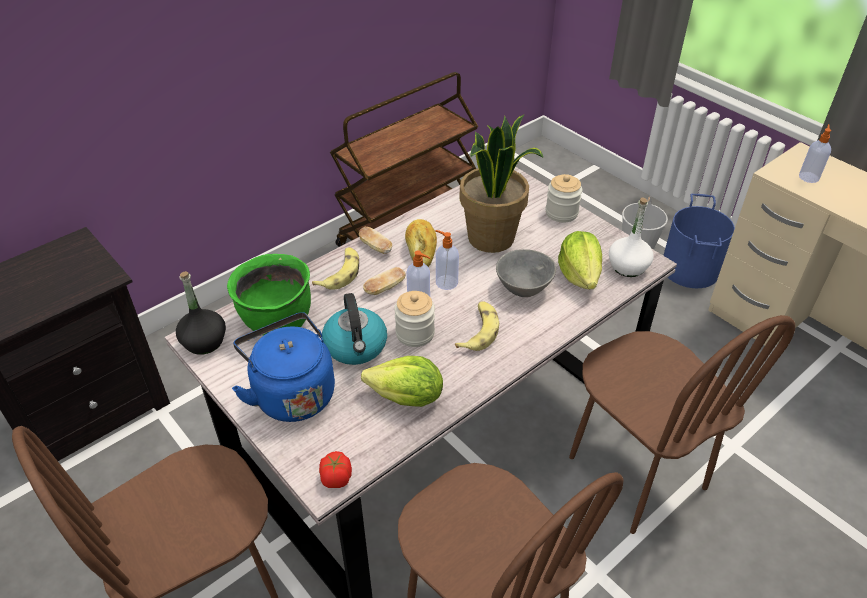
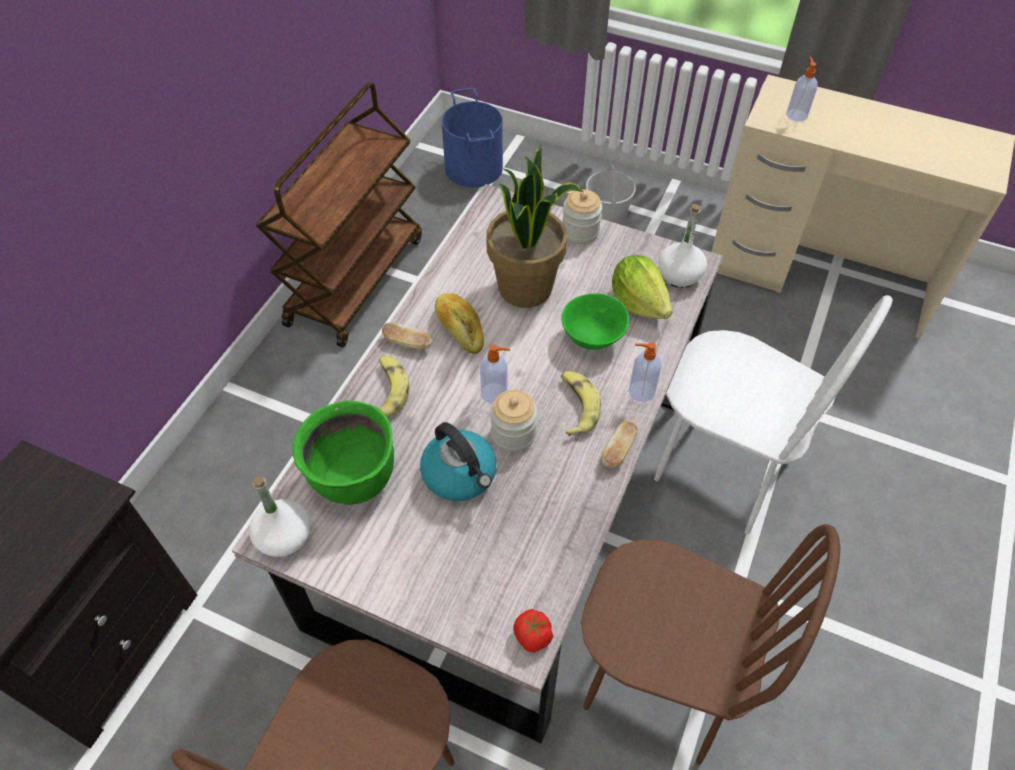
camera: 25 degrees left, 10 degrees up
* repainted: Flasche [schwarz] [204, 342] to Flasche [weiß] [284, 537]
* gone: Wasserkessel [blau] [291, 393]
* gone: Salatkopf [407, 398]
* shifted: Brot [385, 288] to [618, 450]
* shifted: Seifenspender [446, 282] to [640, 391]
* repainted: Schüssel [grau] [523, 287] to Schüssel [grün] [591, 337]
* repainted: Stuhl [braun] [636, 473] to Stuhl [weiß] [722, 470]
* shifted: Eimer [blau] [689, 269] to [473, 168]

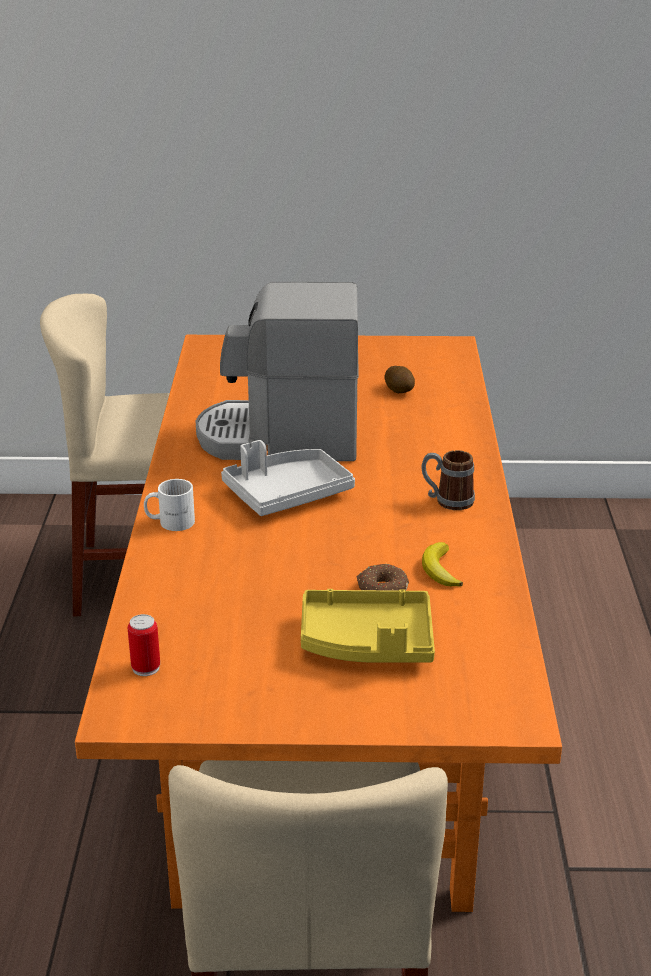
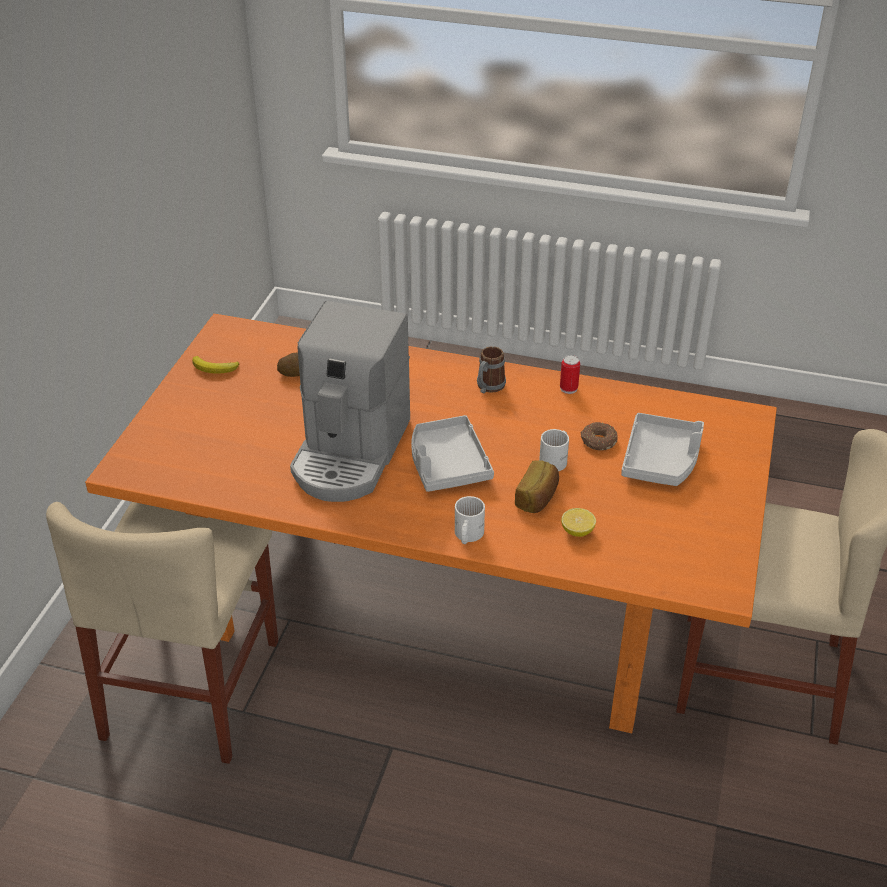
camera: 75 degrees left, 10 degrees up
* shifted: Dose [146, 667] to [568, 388]
* repainted: Tablett [gelb] [367, 642] to Tablett [grau] [661, 460]
* shifted: Banane [440, 570] to [215, 368]
* new: Brot [538, 498]
* new: Henkelbecher [weiß] [556, 459]
* new: Zitrone [577, 531]

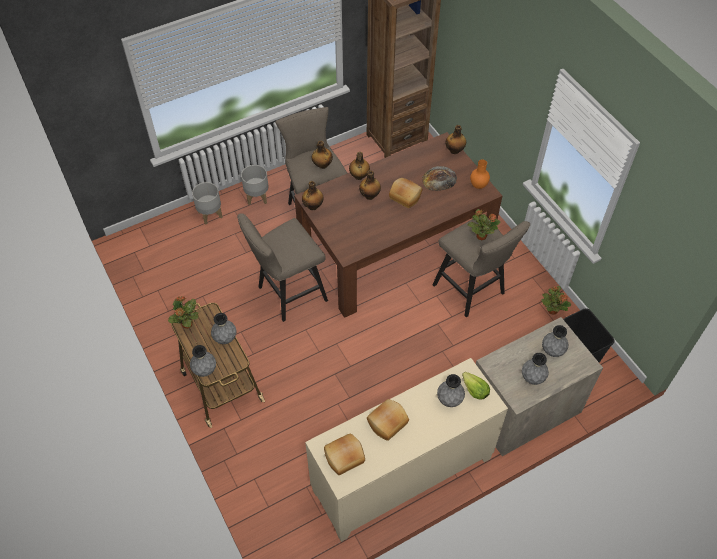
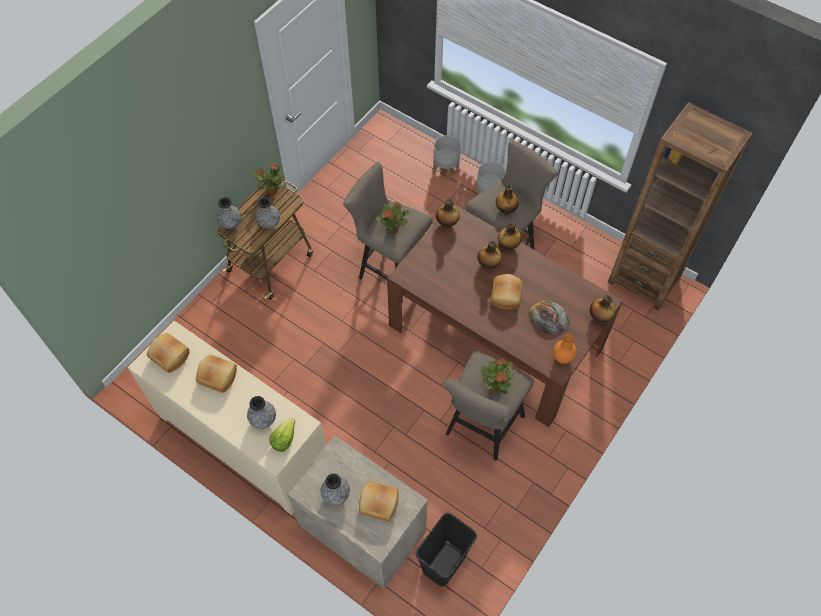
camera: 65 degrees right, 5 degrees up
* shifted: Topfpflanze [552, 310] to [393, 228]
* swapped: Vase [grau] [552, 351] to Brot [378, 504]

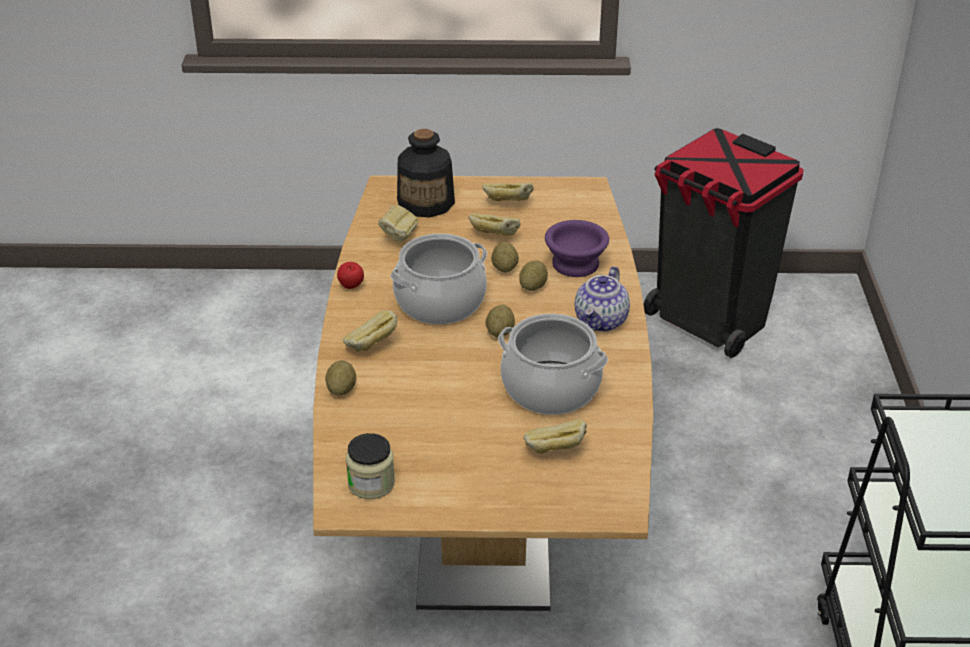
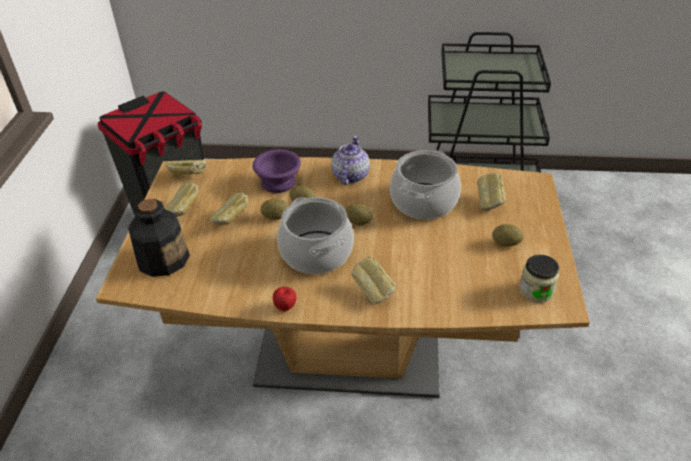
camera: 85 degrees left, 5 degrees up
* shifted: Kartoffel [341, 389] to [506, 243]
* shifted: Brot [399, 238] to [188, 177]
* rotated: Teekanne [601, 321] = [350, 175] 105 degrees counterclockwise

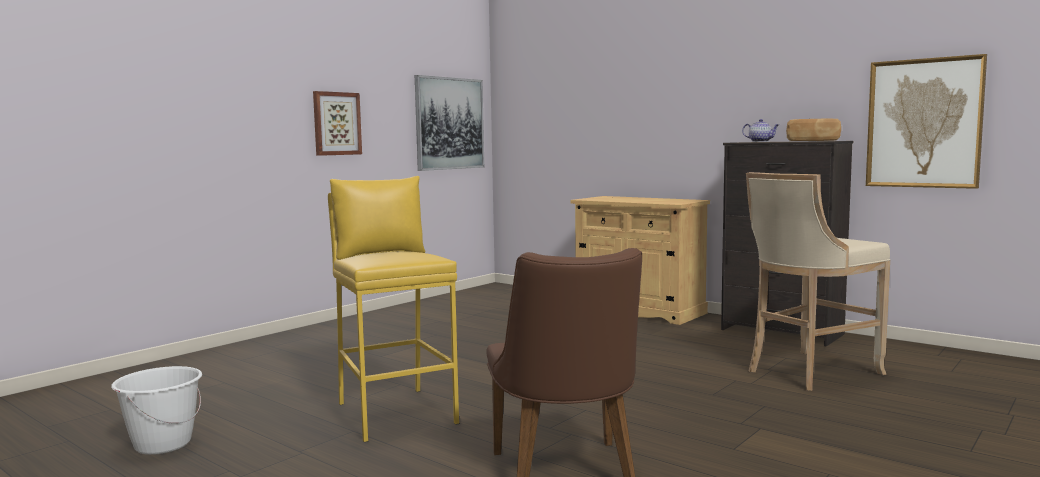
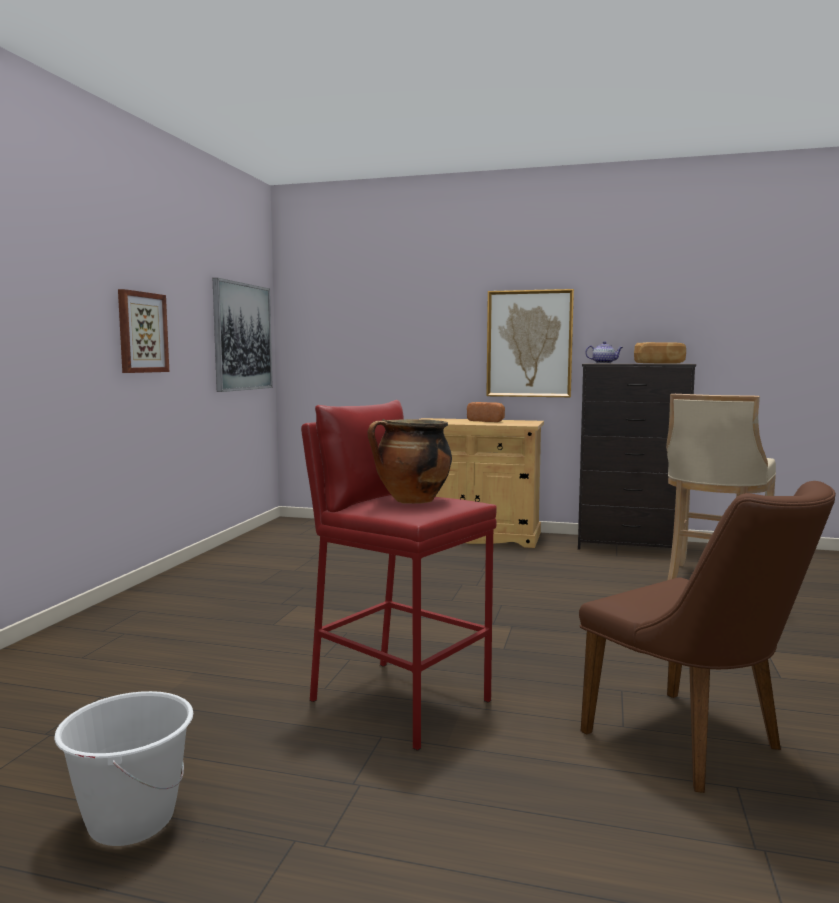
camera: 25 degrees left, 0 degrees up
* repainted: Hocker [gelb] [396, 413] to Hocker [rot] [399, 700]
* shifted: Bild [924, 123] to [529, 344]
* new: Kochtopf [411, 501]
* new: Brot [487, 421]

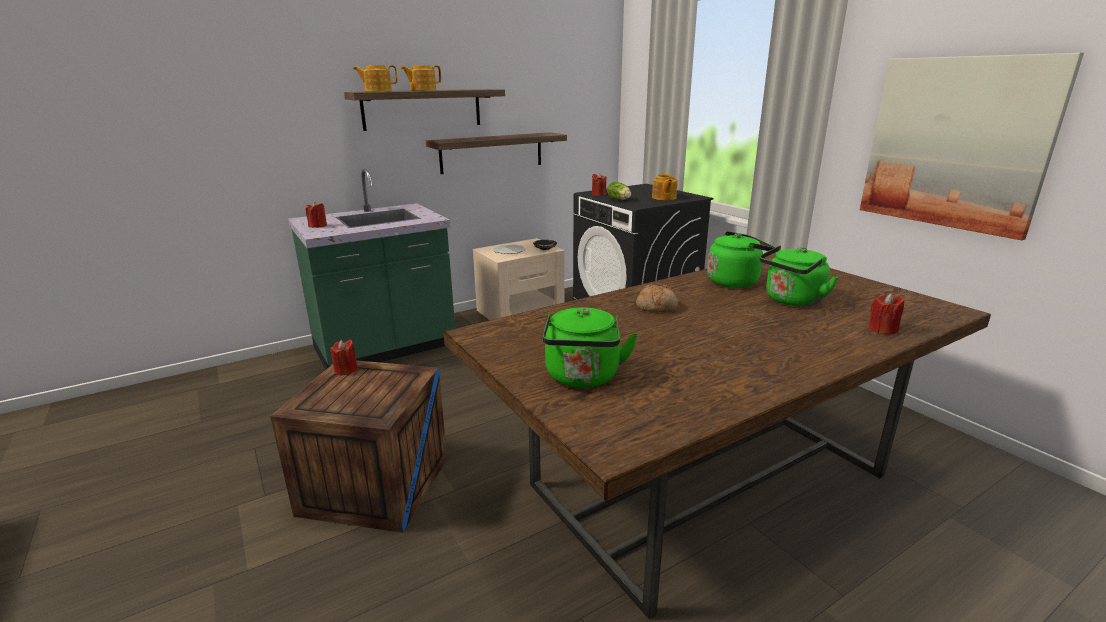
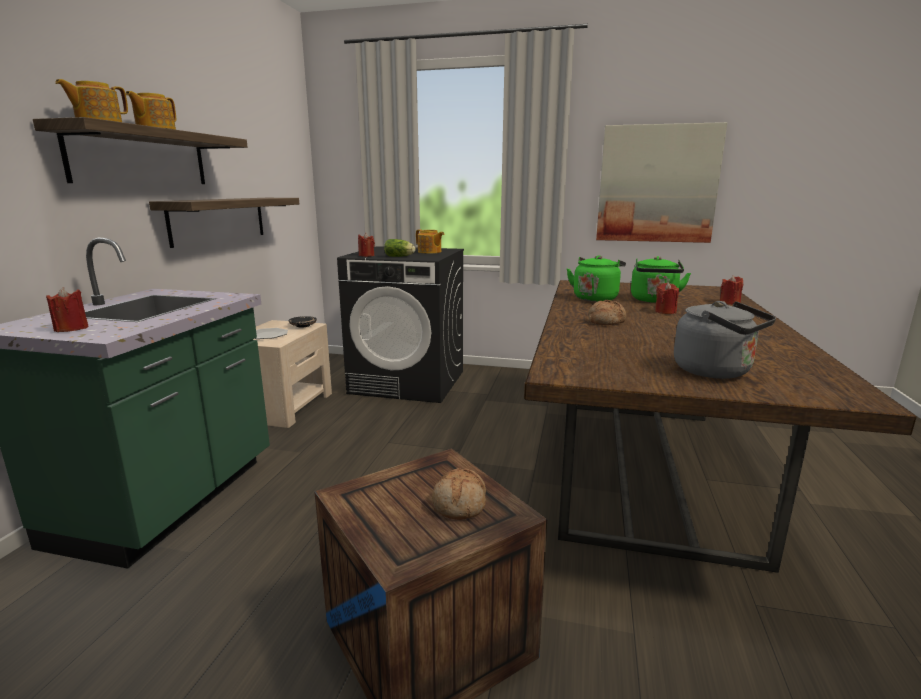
camera: 45 degrees left, 5 degrees down
* shifted: Kerze [rot] [346, 370] to [665, 312]
* repainted: Wasserkessel [grün] [583, 378] to Wasserkessel [grau] [716, 371]
* new: Brot [460, 504]

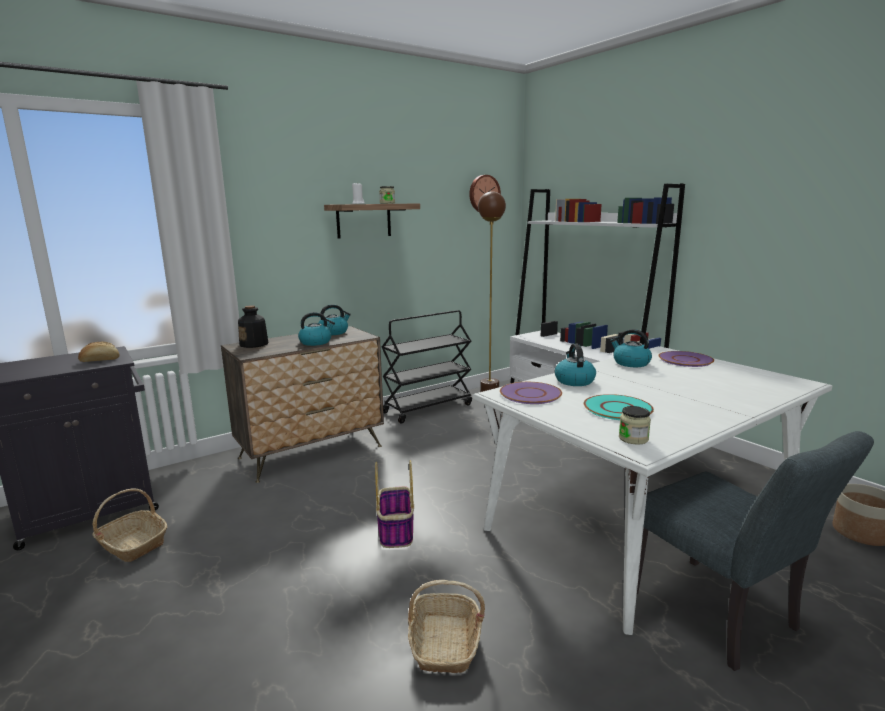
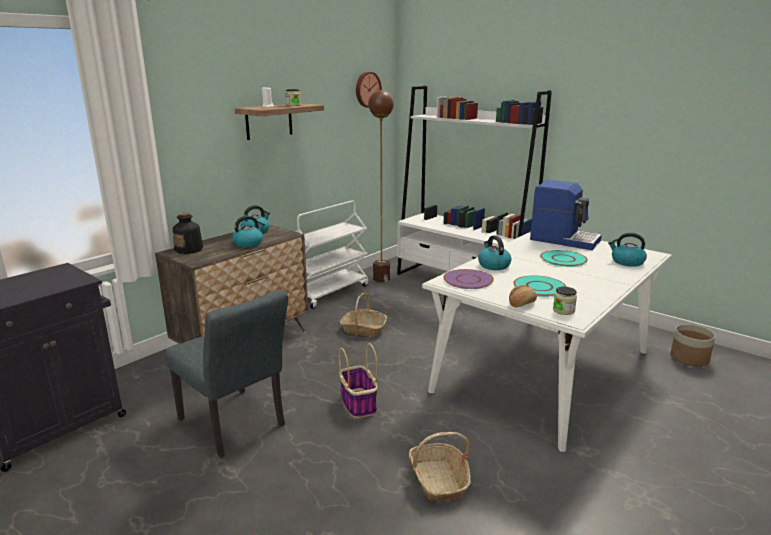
camera: 15 degrees left, 5 degrees up
* shifted: Brot [100, 360] to [521, 304]
* shifted: Korb [132, 544] to [363, 329]
* repainted: Rollwagen [schwarz] [428, 408] to Rollwagen [weiß] [330, 292]
* shifted: Wasserkessel [630, 363] to [627, 262]
* shifted: Stuhl [grau] [722, 618] to [236, 425]
* swapped: Teller [lila] [685, 360] to Kaffeemaschine [564, 240]
* new: Teller [türkis] [563, 259]

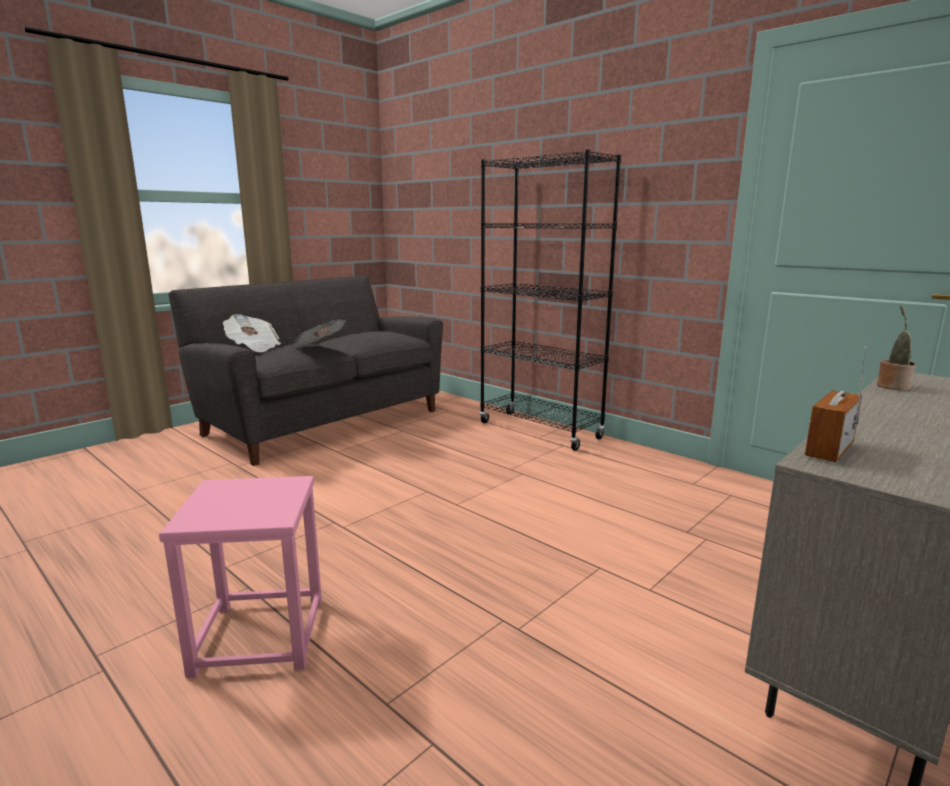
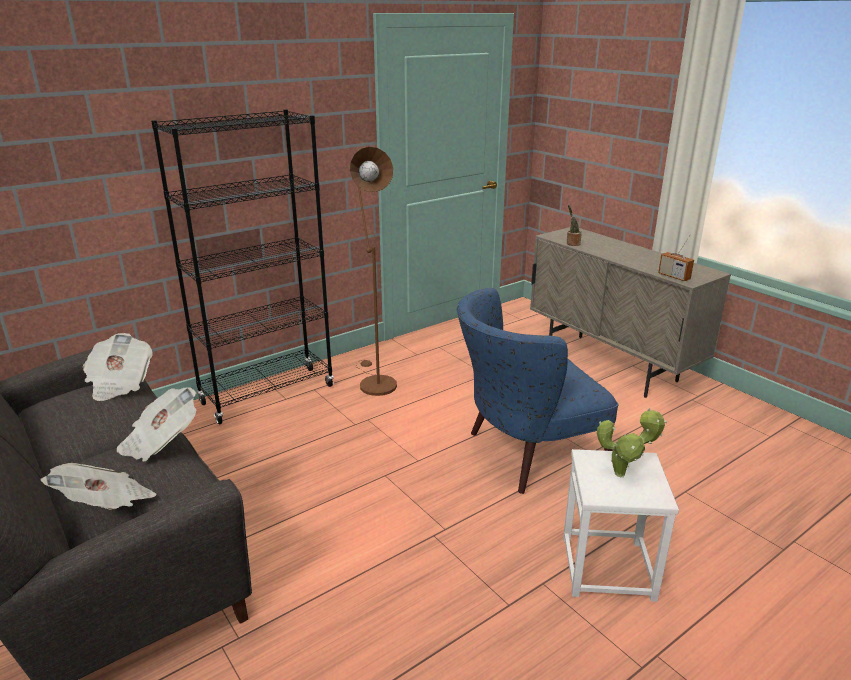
camera: 80 degrees left, 10 degrees up
* repainted: Hocker [rosa] [259, 637] to Hocker [weiß] [608, 568]
* new: Zeitung [119, 383]
* new: Stehlampe [braun] [374, 382]
* new: Sessel [blau] [524, 454]
* new: Topfpflanze [623, 474]

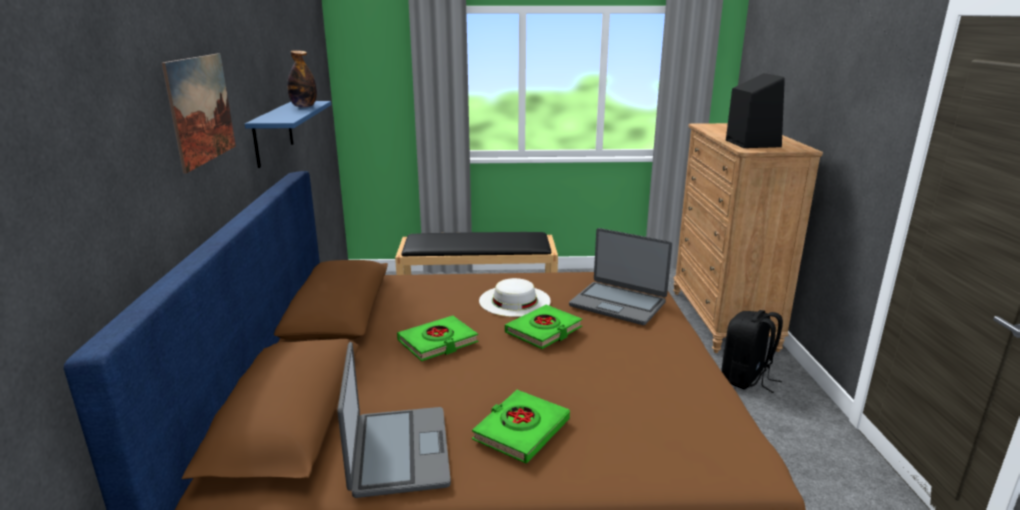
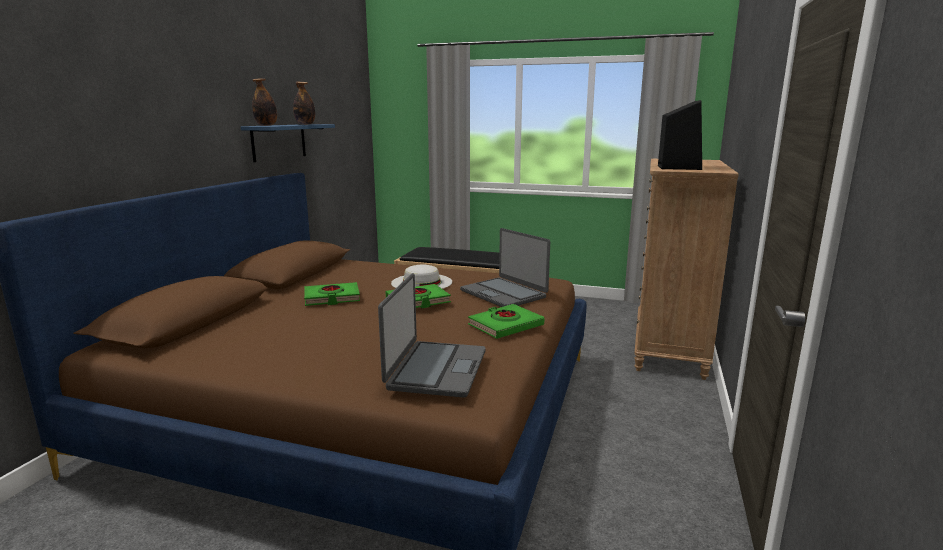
camera: 20 degrees right, 5 degrees down
* gone: Bild [201, 109]
* shifted: Laptop [398, 452] to [436, 369]
* shifted: Buch [grün] [521, 430] to [505, 326]
* gone: Rucksack [schwarz] [746, 379]
* new: Flasche [266, 125]

